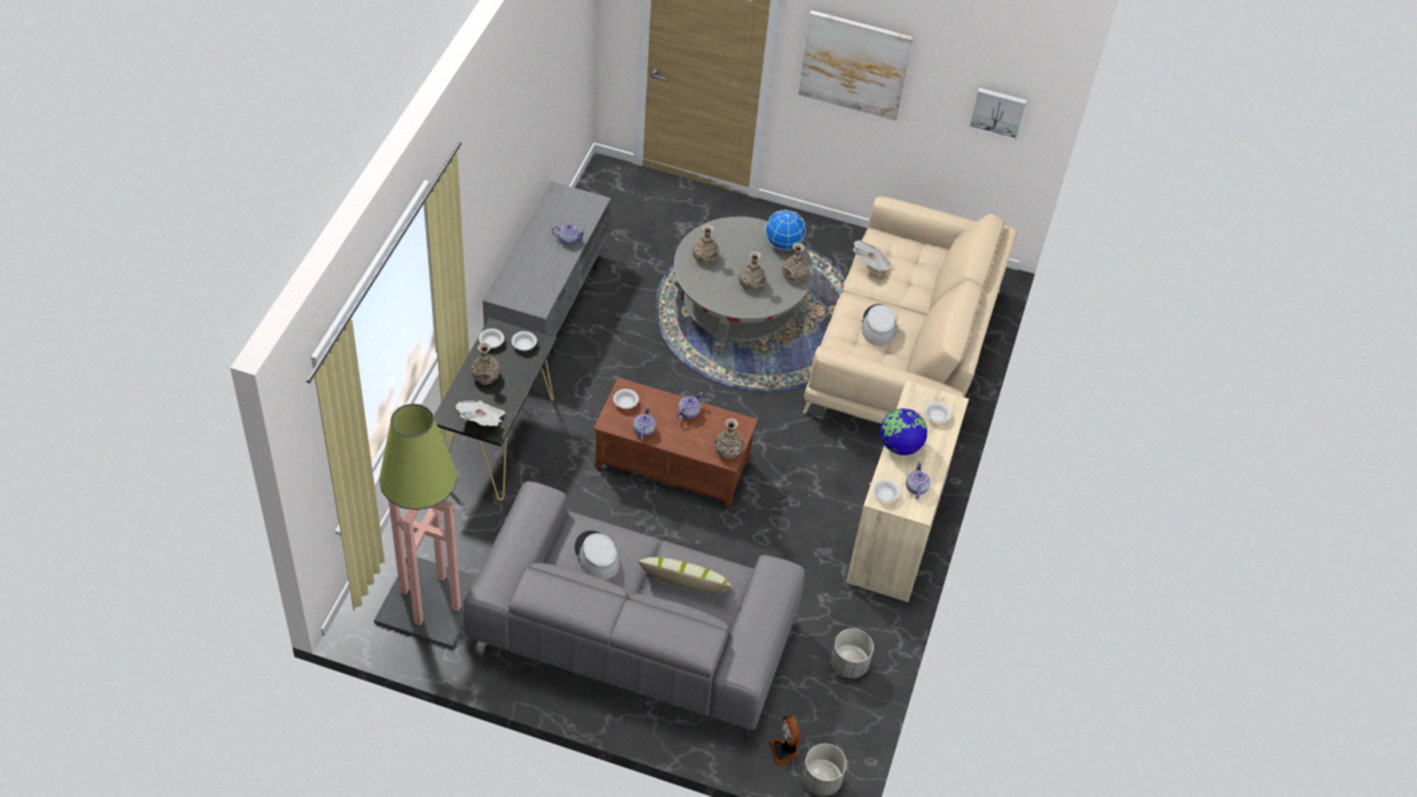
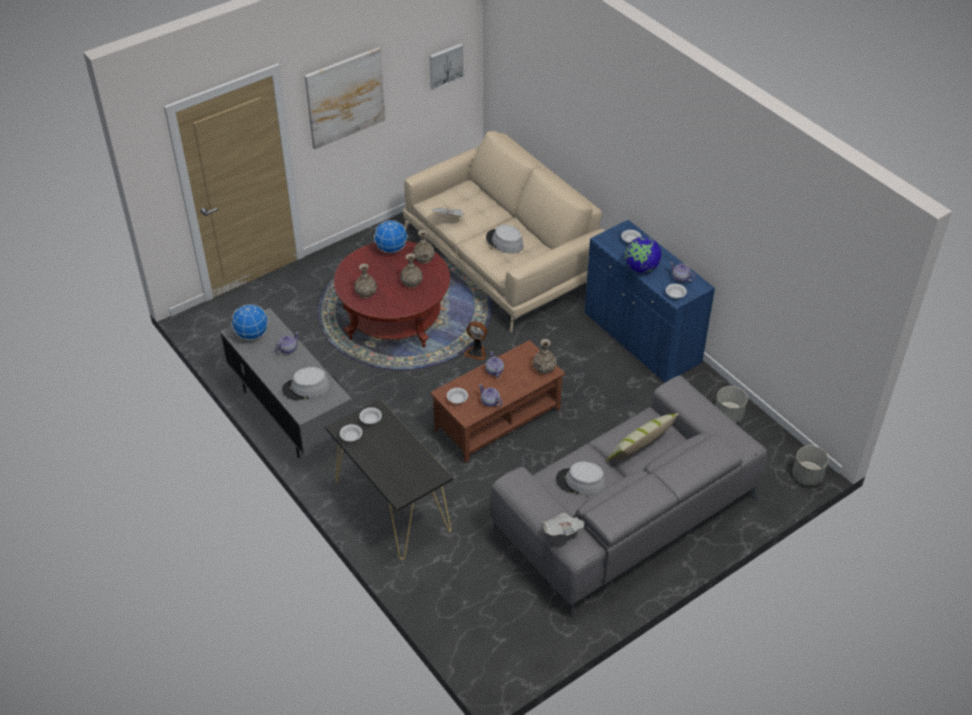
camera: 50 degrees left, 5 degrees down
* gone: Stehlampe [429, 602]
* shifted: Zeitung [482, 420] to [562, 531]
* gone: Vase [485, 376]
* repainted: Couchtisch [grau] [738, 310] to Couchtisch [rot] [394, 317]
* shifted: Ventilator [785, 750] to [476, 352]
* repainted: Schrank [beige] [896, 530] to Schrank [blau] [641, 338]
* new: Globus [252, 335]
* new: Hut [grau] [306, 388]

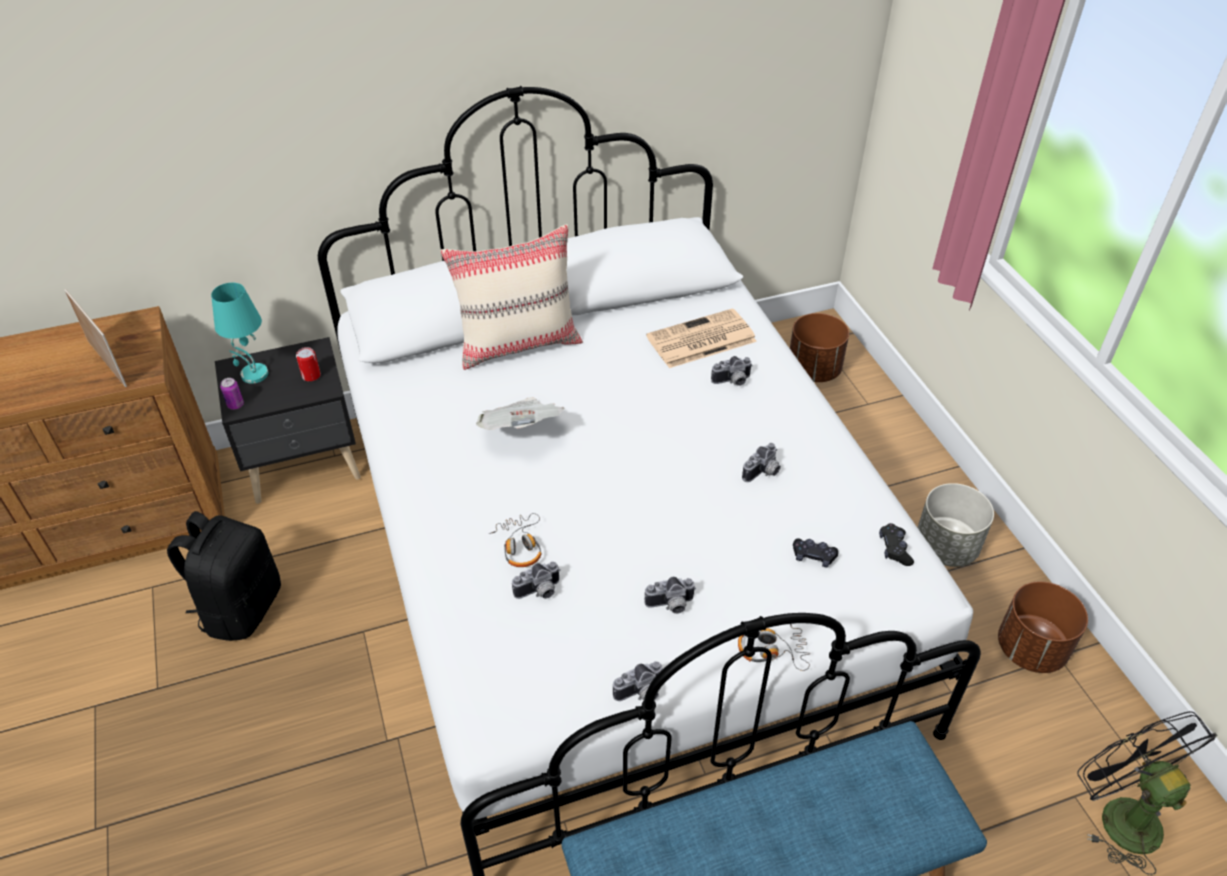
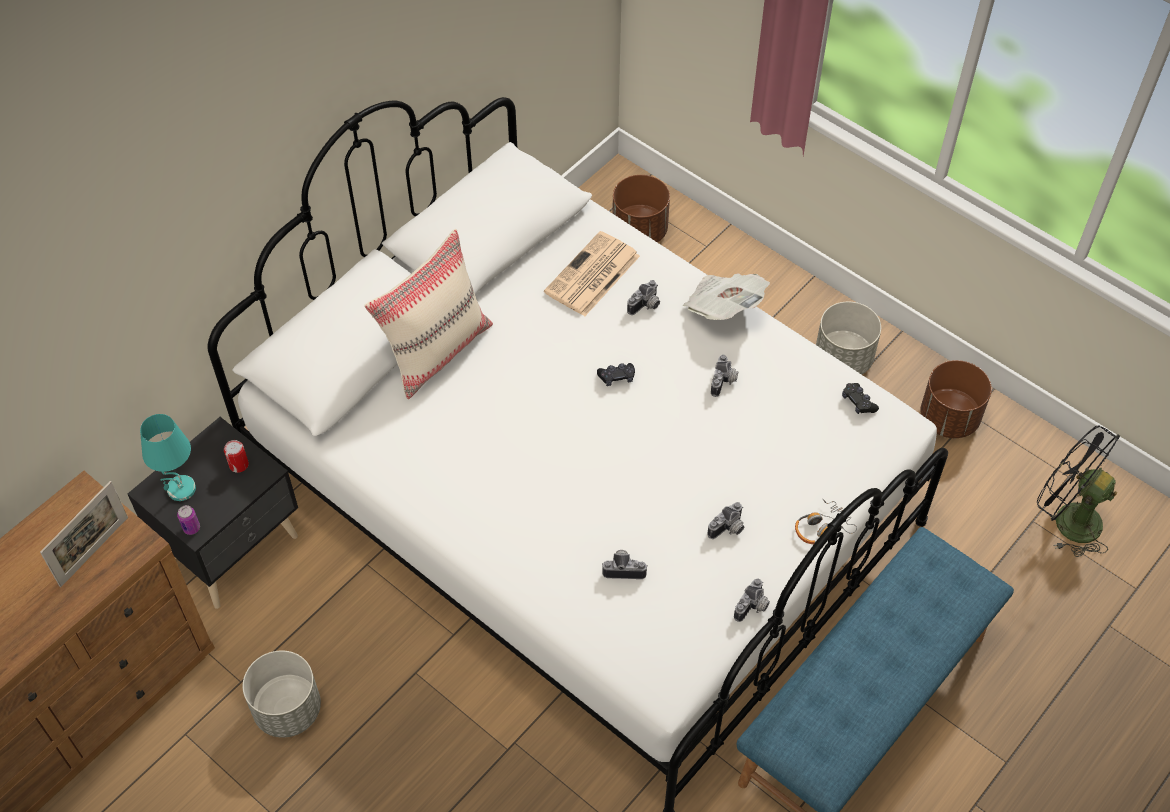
camera: 30 degrees left, 10 degrees up
* rotated: Bilderrahmen [107, 363] = [94, 551] 105 degrees clockwise
* swapped: Rucksack [schwarz] [241, 608] to Pflanzkübel [grau] [287, 709]
* shifted: Zeitung [521, 430] to [724, 307]
* gone: Kopfhörer [520, 546]
* rotated: Kamera [539, 592] = [624, 568] 120 degrees counterclockwise
* shifted: Gamepad [schwarz] [813, 556] to [617, 377]

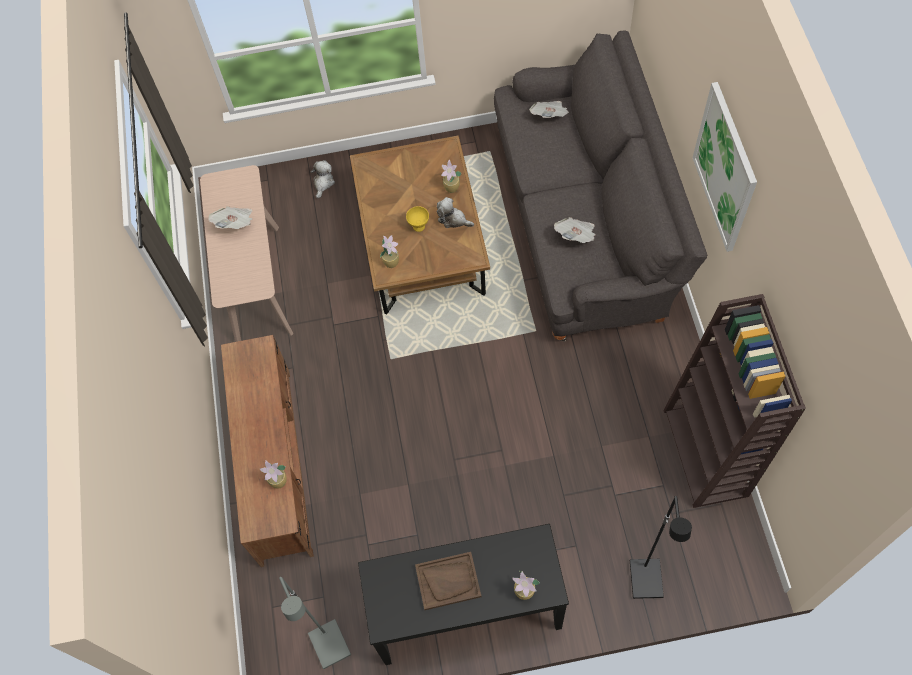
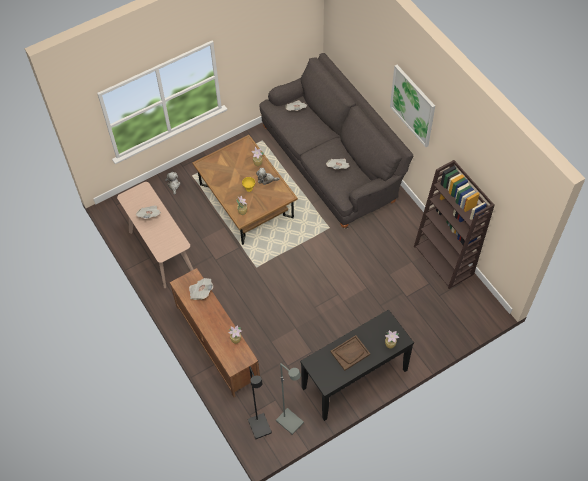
camera: 25 degrees left, 5 degrees down
* shifted: Stehlampe [schwarz] [647, 579] to [260, 426]
* new: Zeitung [201, 292]

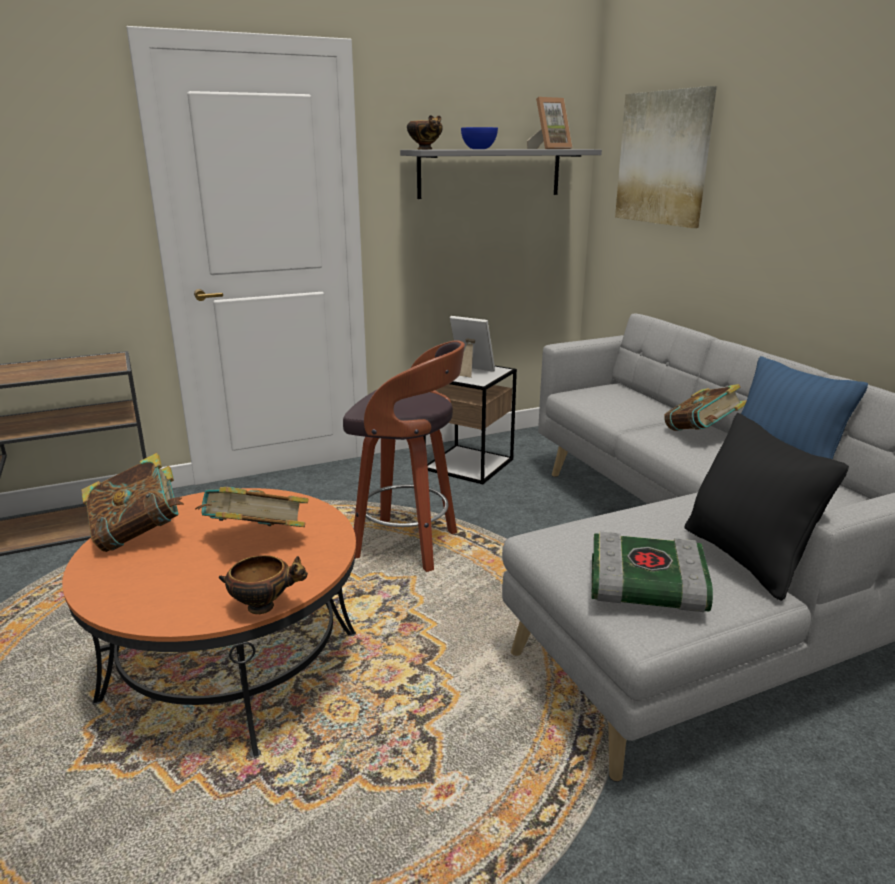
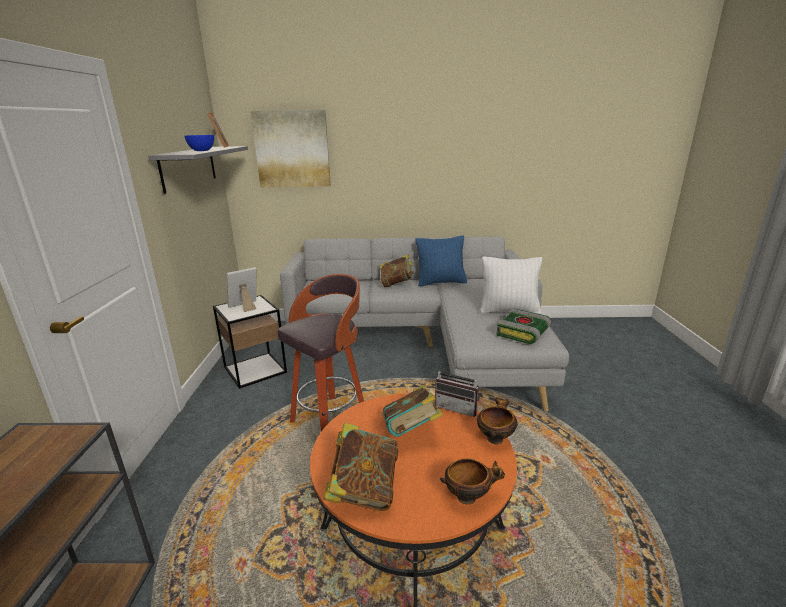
camera: 65 degrees left, 0 degrees up
* shifted: Schüssel [426, 149] to [468, 496]
* repainted: Kissen [schwarz] [745, 559] to Kissen [weiß] [509, 310]
* new: Radio [458, 407]

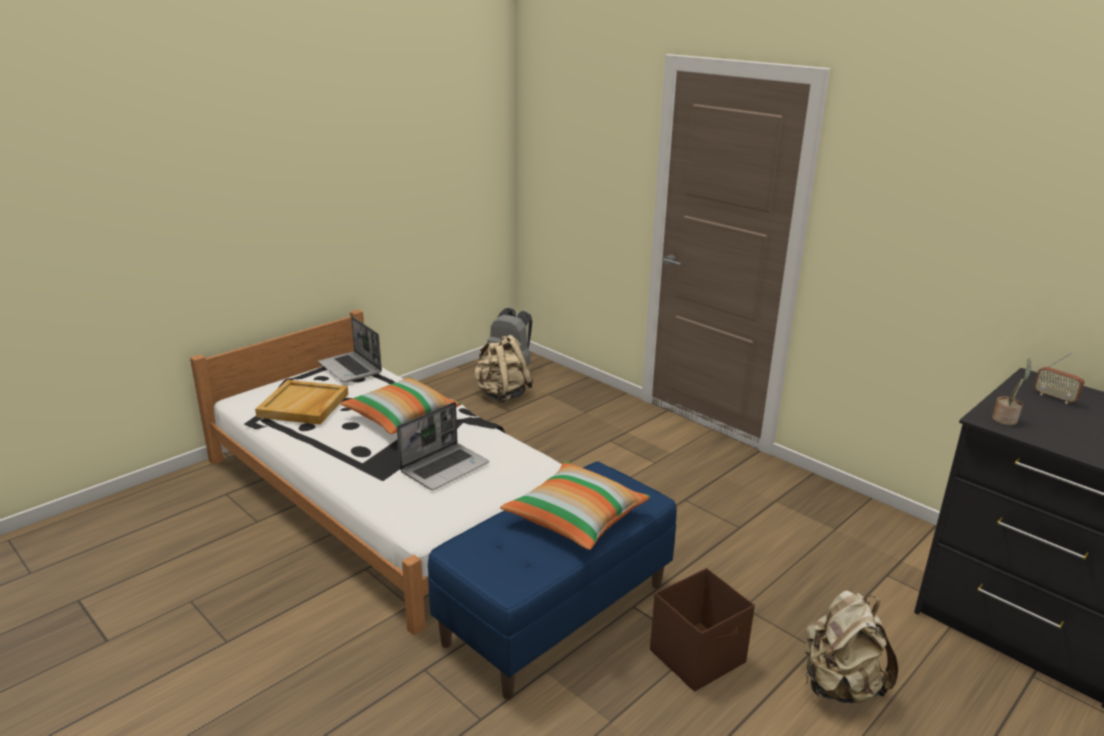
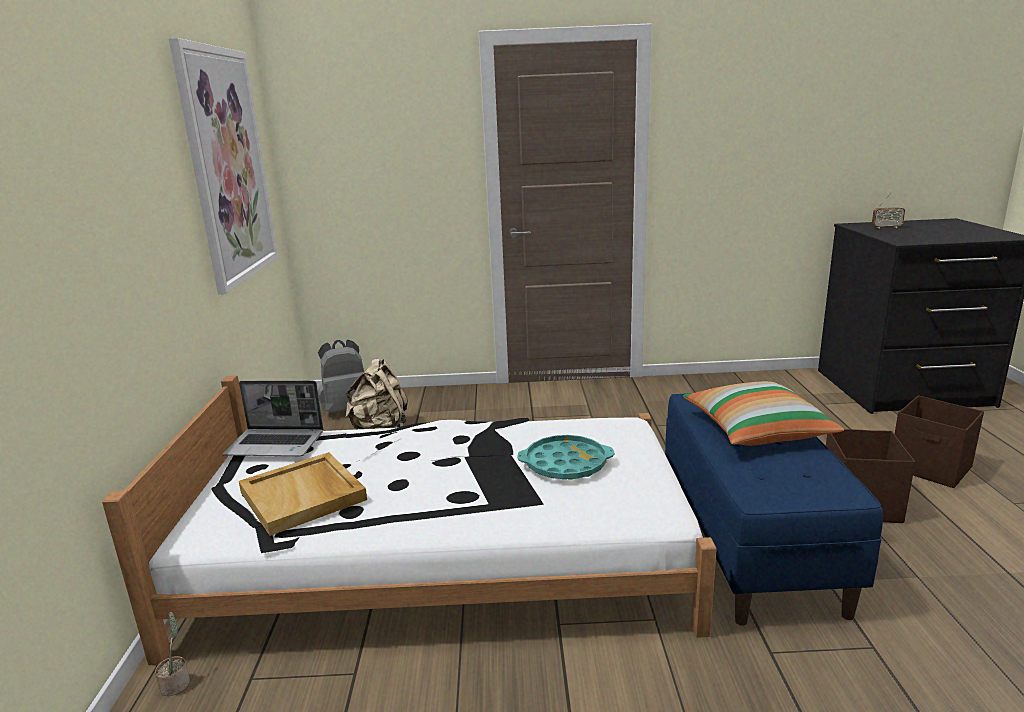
camera: 45 degrees left, 5 degrees down
* gone: Kissen [402, 417]
* swapped: Laptop [445, 467] to Tablett [türkis] [565, 464]
* swapped: Rucksack [beige] [839, 686] to Aufbewahrungsbox [braun] [931, 468]
* shifted: Topfpflanze [1005, 419] to [176, 683]
* new: Bild [227, 166]

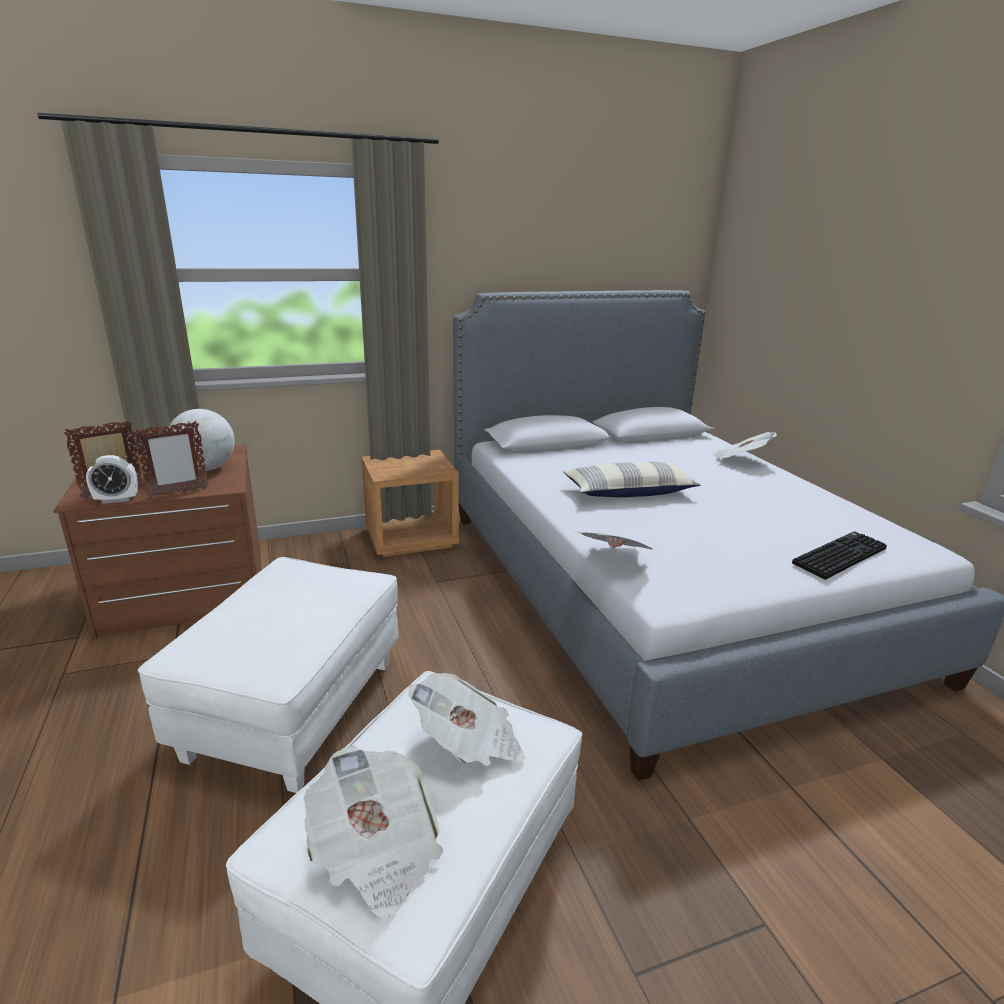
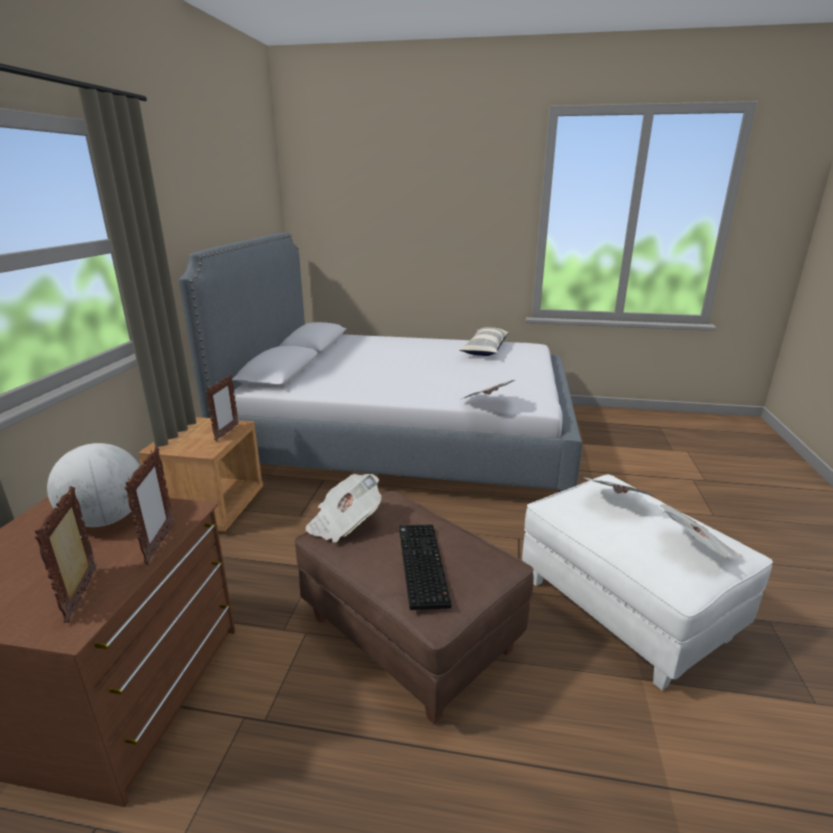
camera: 60 degrees left, 0 degrees up
* gone: Wecker [117, 500]
* repainted: Polsterhocker [weiß] [294, 709] to Polsterhocker [braun] [410, 635]
* shifted: Kissen [629, 492] to [485, 349]
* shifted: Zeitung [739, 460] to [344, 524]
* shifted: Tastatur [838, 555] to [420, 564]
* new: Bilderrahmen [226, 433]

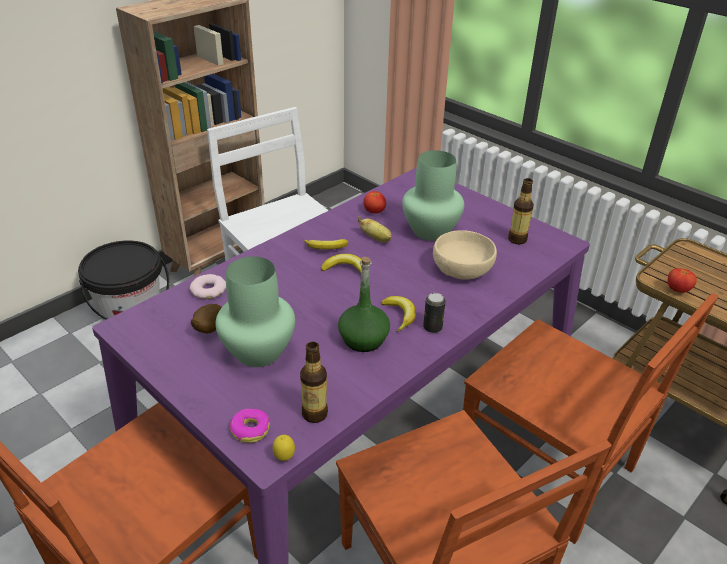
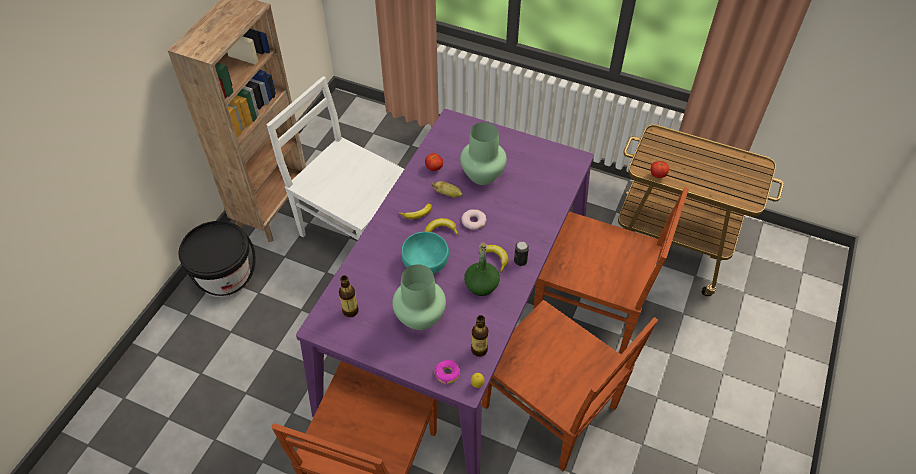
camera: 20 degrees left, 15 degrees up
* shifted: Donut [209, 290] to [473, 221]
* gone: Kartoffel [208, 330]
* gone: Schüssel [beige] [463, 270]
* shifted: Flasche [517, 239] to [350, 311]
* new: Schüssel [türkis] [424, 262]

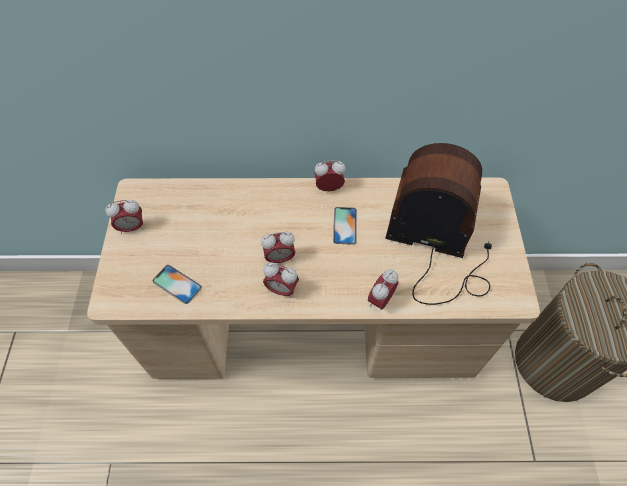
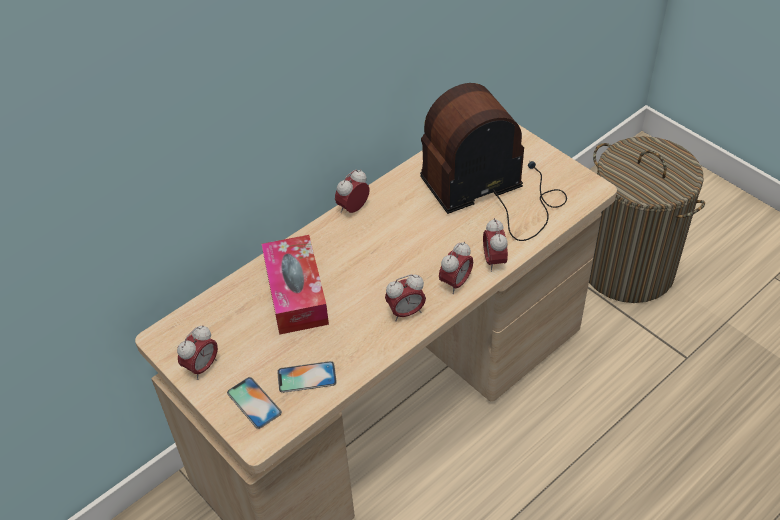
camera: 40 degrees left, 10 degrees down
* shifted: Wecker [279, 258] to [455, 283]
* shifted: Handy [345, 225] to [254, 403]
* new: Taschentuchbox [296, 293]

